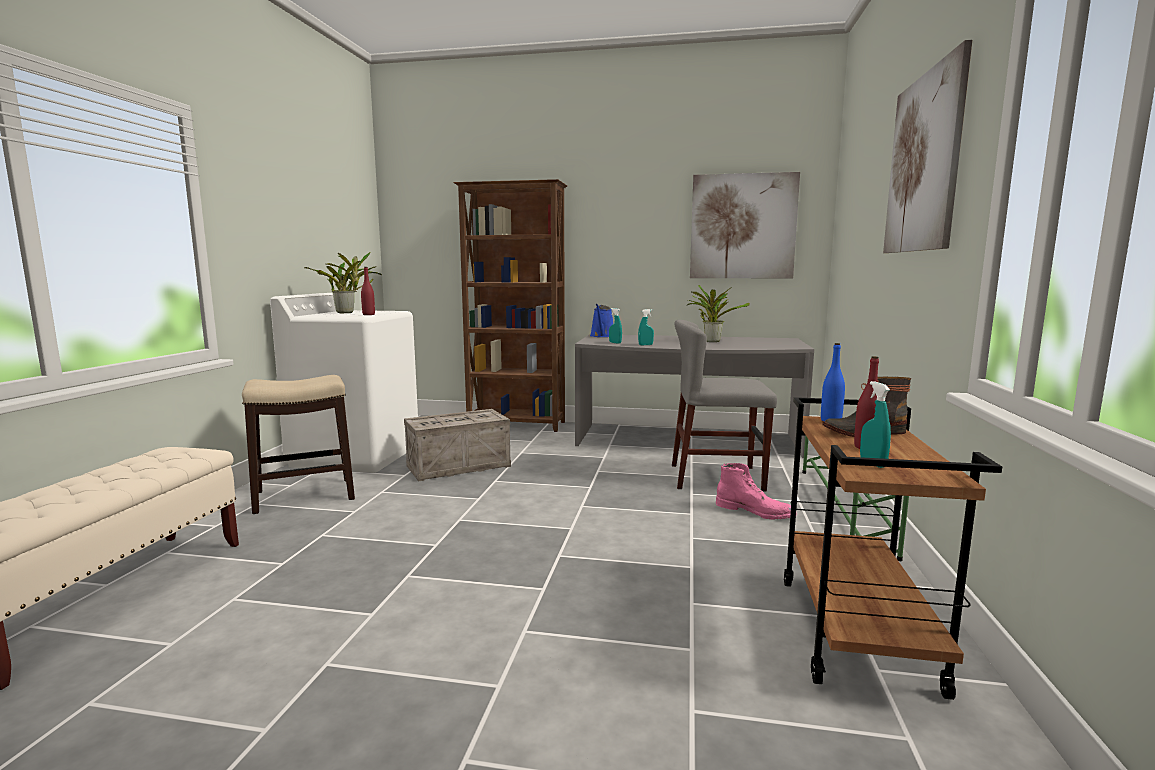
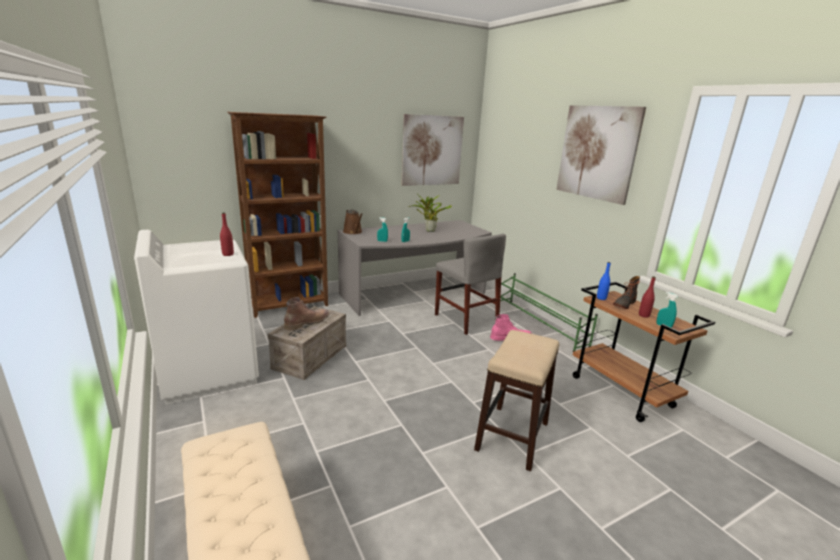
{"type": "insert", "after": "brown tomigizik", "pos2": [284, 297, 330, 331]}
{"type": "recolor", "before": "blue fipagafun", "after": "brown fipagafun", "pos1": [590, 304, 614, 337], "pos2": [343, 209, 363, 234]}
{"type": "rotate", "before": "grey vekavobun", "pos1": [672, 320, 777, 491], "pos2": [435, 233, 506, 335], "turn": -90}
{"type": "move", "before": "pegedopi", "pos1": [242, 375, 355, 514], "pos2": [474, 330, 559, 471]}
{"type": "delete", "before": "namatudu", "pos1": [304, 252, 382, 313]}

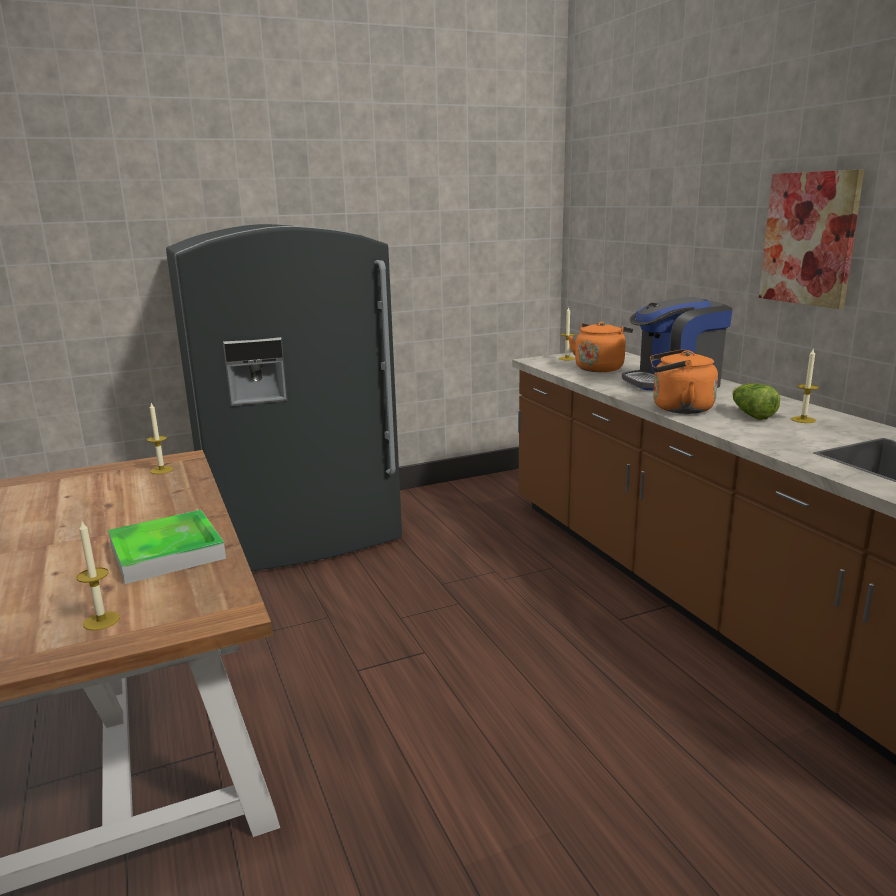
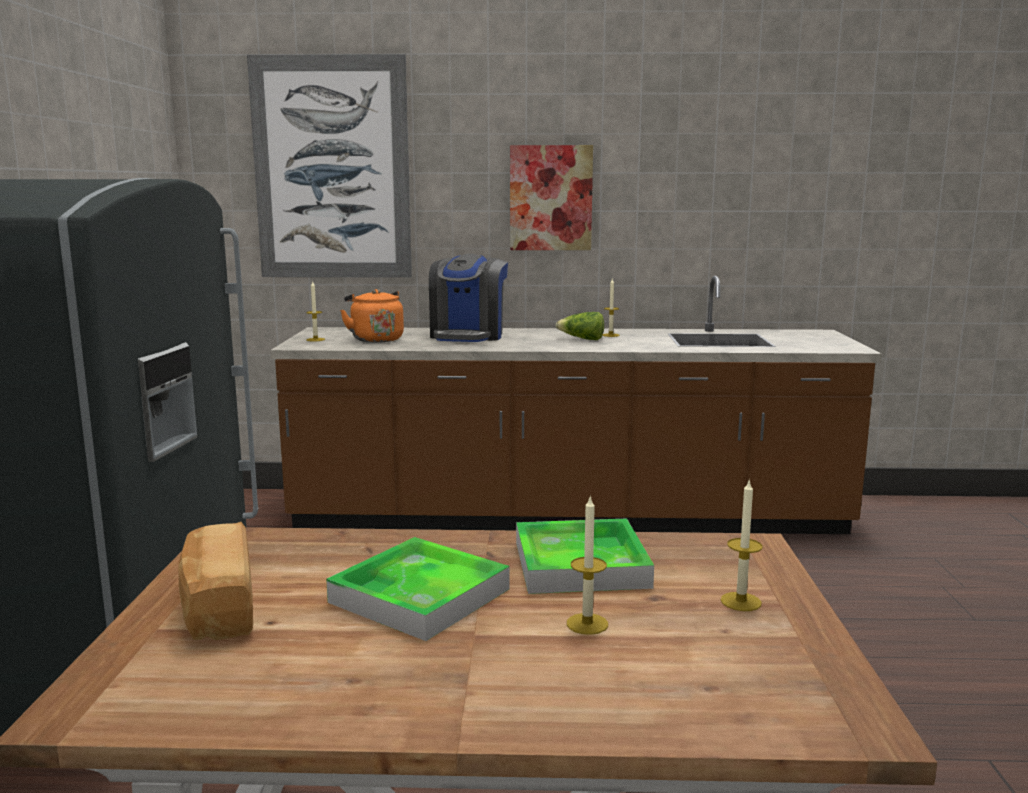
{"type": "insert", "after": "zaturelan", "pos2": [178, 522, 253, 640]}
{"type": "insert", "after": "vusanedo", "pos2": [247, 54, 412, 278]}
{"type": "insert", "after": "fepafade", "pos2": [326, 537, 509, 641]}
{"type": "move", "before": "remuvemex", "pos1": [147, 403, 173, 474], "pos2": [567, 497, 608, 635]}
{"type": "delete", "before": "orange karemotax", "pos1": [650, 349, 718, 414]}

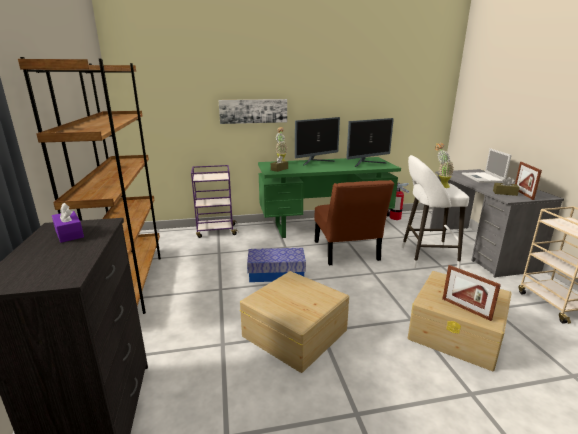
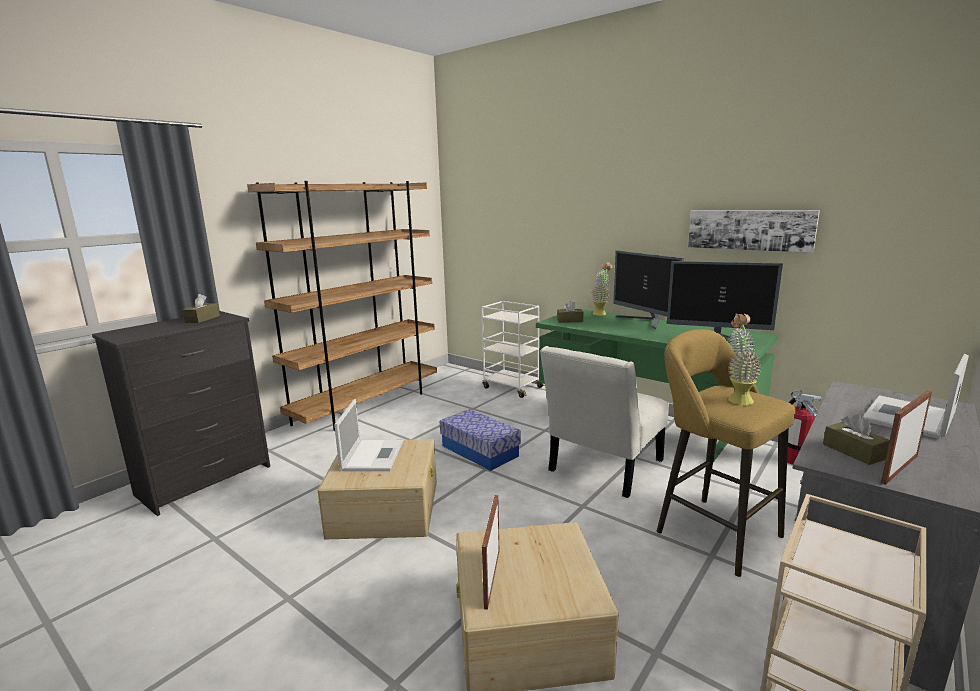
{"type": "recolor", "before": "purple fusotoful", "after": "brown fusotoful", "pos1": [52, 203, 84, 243], "pos2": [183, 294, 220, 323]}
{"type": "insert", "after": "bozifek", "pos2": [334, 399, 403, 471]}
{"type": "recolor", "before": "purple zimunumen", "after": "white zimunumen", "pos1": [191, 165, 238, 238], "pos2": [481, 301, 545, 398]}
{"type": "recolor", "before": "brown vekavobun", "after": "white vekavobun", "pos1": [315, 180, 394, 265], "pos2": [540, 346, 669, 498]}
{"type": "rotate", "before": "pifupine", "pos1": [295, 117, 340, 166], "pos2": [613, 251, 684, 329], "turn": 45}
{"type": "recolor", "before": "white pegedopi", "after": "yellow pegedopi", "pos1": [402, 155, 469, 269], "pos2": [657, 329, 795, 577]}
{"type": "move", "before": "vusanedo", "pos1": [219, 99, 287, 124], "pos2": [688, 210, 820, 253]}

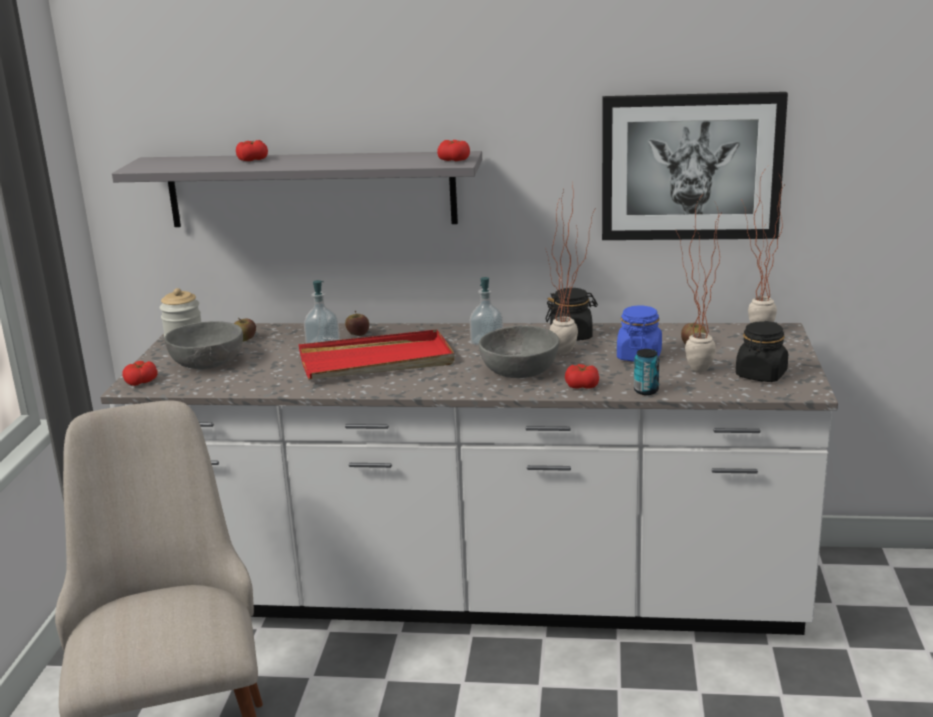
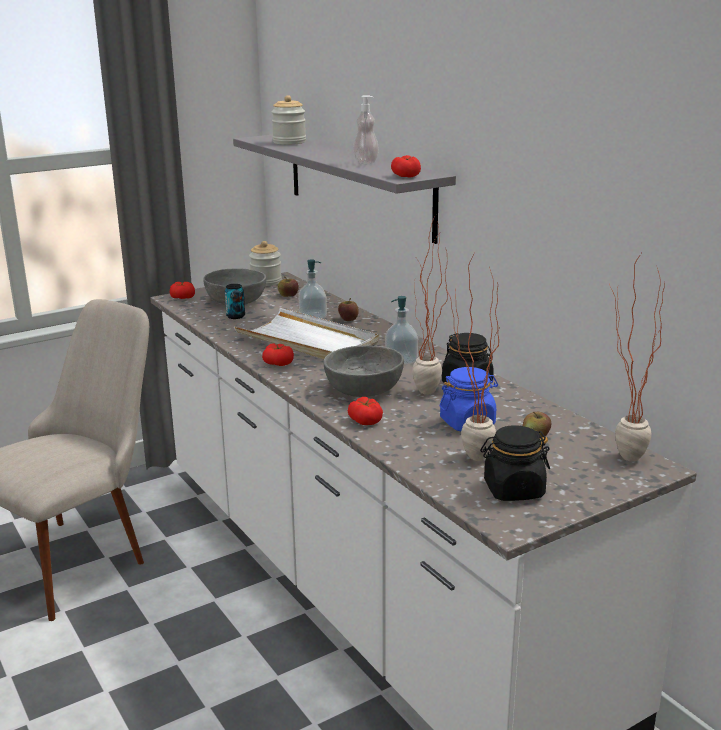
{"type": "move", "before": "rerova", "pos1": [634, 349, 659, 395], "pos2": [225, 284, 245, 319]}
{"type": "recolor", "before": "red fepafade", "after": "white fepafade", "pos1": [299, 329, 455, 379], "pos2": [234, 307, 379, 359]}
{"type": "move", "before": "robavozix", "pos1": [236, 140, 268, 161], "pos2": [262, 343, 294, 366]}
{"type": "insert", "after": "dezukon", "pos2": [271, 95, 306, 145]}
{"type": "insert", "after": "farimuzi", "pos2": [353, 95, 379, 164]}
{"type": "delete", "before": "vusanedo", "pos1": [602, 92, 788, 240]}

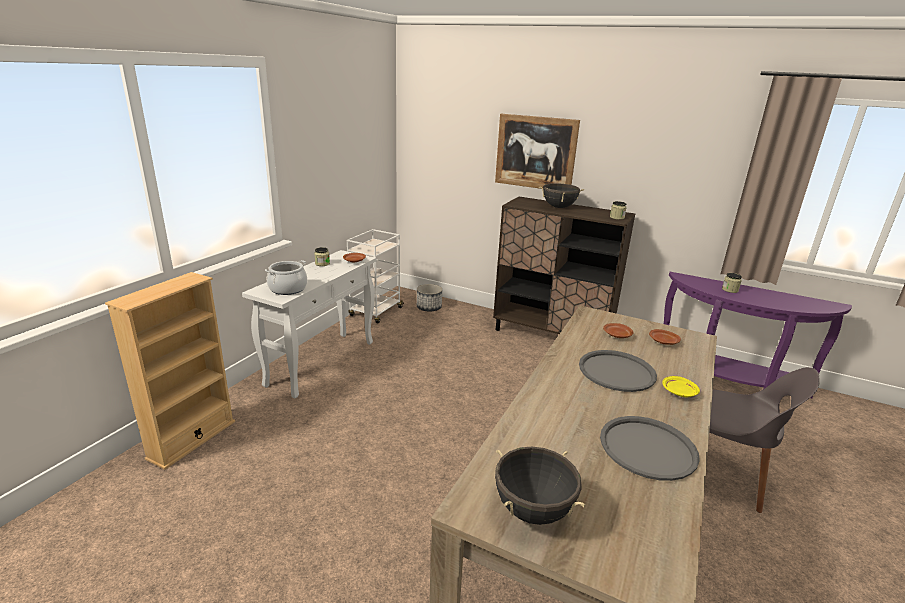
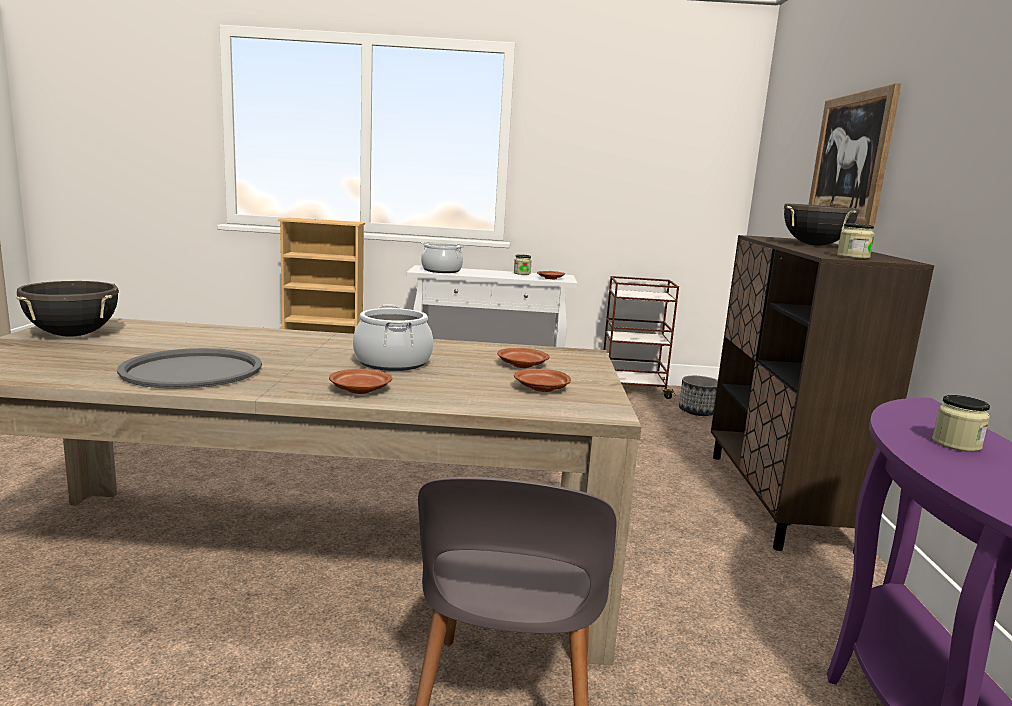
{"type": "recolor", "before": "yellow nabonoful", "after": "brown nabonoful", "pos1": [662, 376, 700, 397], "pos2": [329, 369, 392, 394]}
{"type": "replace", "before": "grey fepafade", "after": "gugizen", "pos1": [579, 350, 657, 392], "pos2": [353, 305, 433, 371]}
{"type": "recolor", "before": "white zimunumen", "after": "brown zimunumen", "pos1": [347, 229, 404, 324], "pos2": [603, 276, 679, 399]}

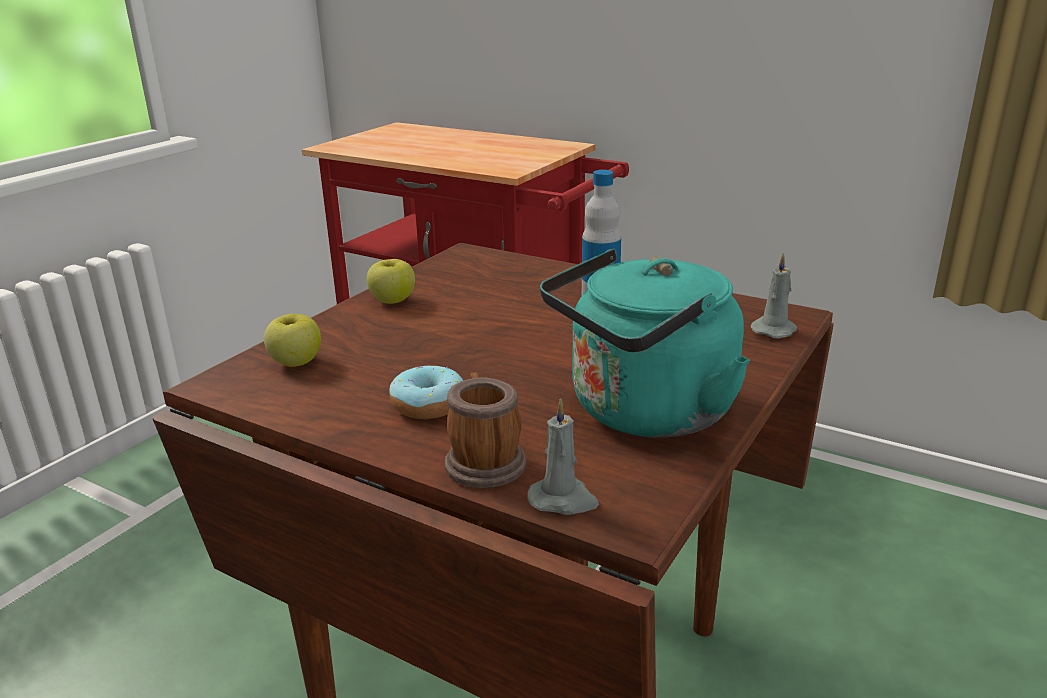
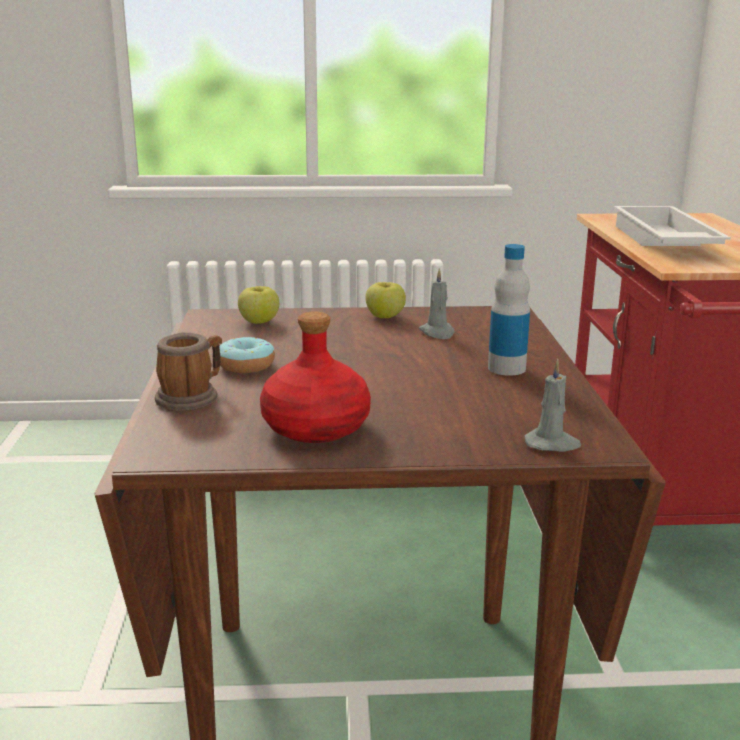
{"type": "replace", "before": "turquoise karemotax", "after": "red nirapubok", "pos1": [540, 249, 750, 438], "pos2": [260, 311, 371, 443]}
{"type": "move", "before": "grey remuvemex", "pos1": [527, 398, 599, 515], "pos2": [419, 268, 455, 339]}
{"type": "insert", "after": "white fepafade", "pos2": [614, 206, 731, 246]}

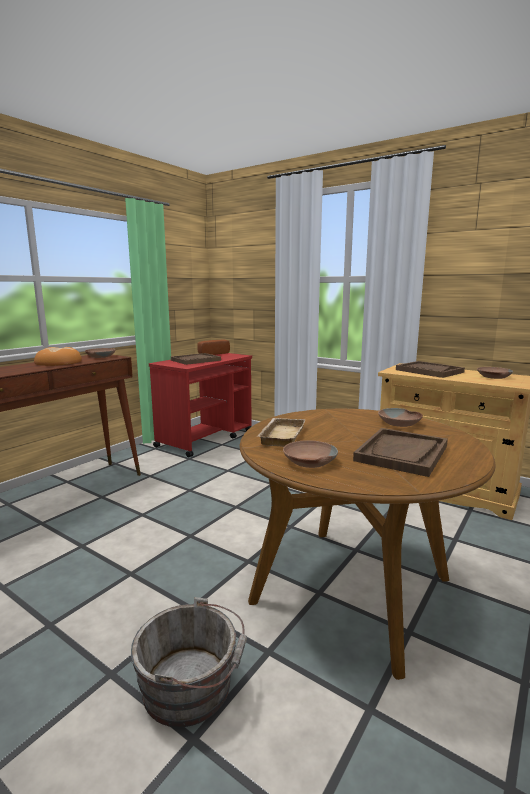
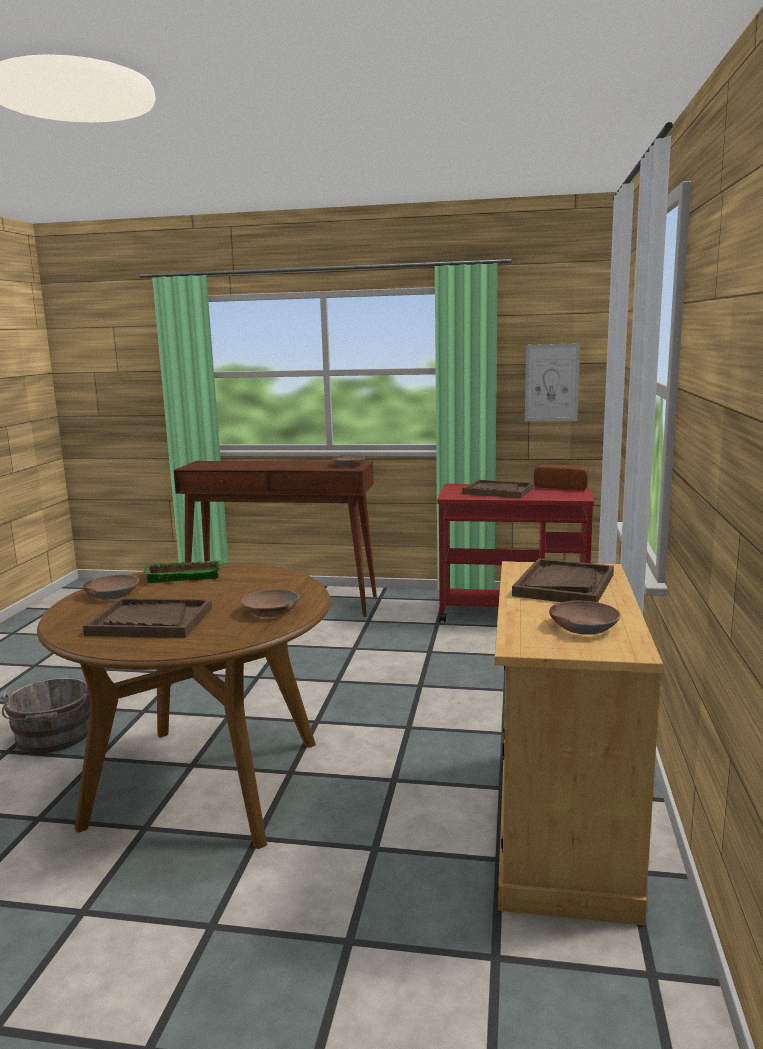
{"type": "recolor", "before": "beige fepafade", "after": "green fepafade", "pos1": [257, 418, 306, 447], "pos2": [143, 560, 220, 583]}
{"type": "insert", "after": "vusanedo", "pos2": [525, 343, 580, 421]}
{"type": "delete", "before": "zaturelan", "pos1": [34, 347, 82, 366]}

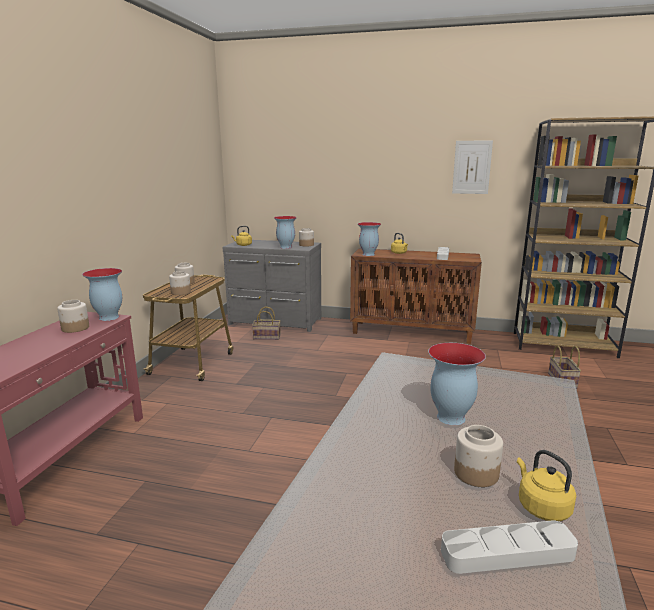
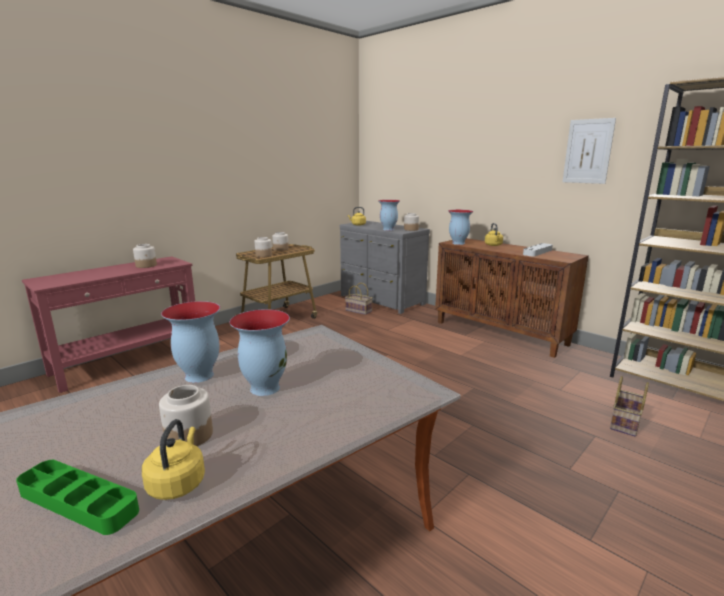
{"type": "recolor", "before": "grey fepafade", "after": "green fepafade", "pos1": [441, 520, 578, 574], "pos2": [16, 460, 139, 535]}
{"type": "move", "before": "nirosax", "pos1": [82, 268, 122, 321], "pos2": [161, 301, 220, 383]}

